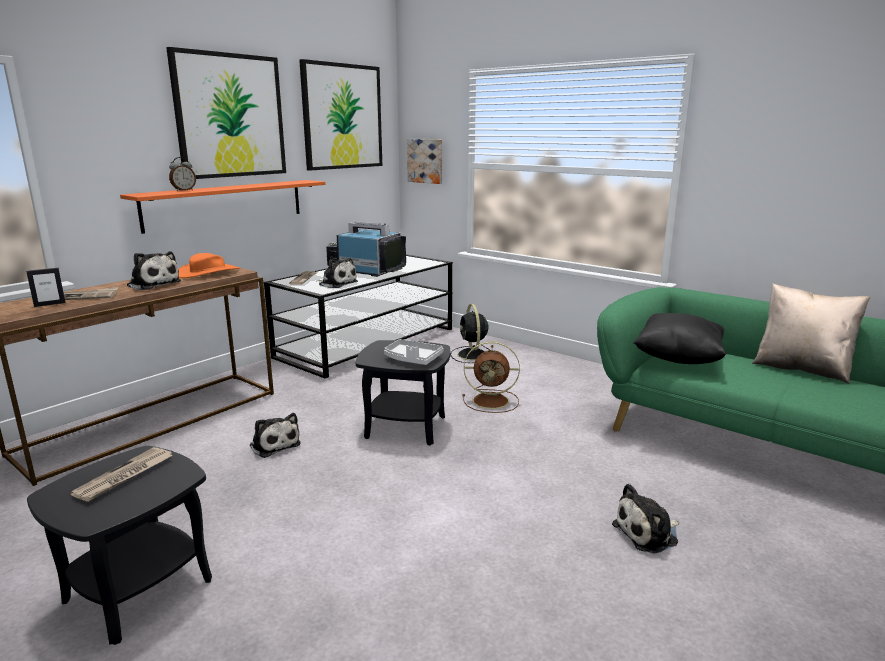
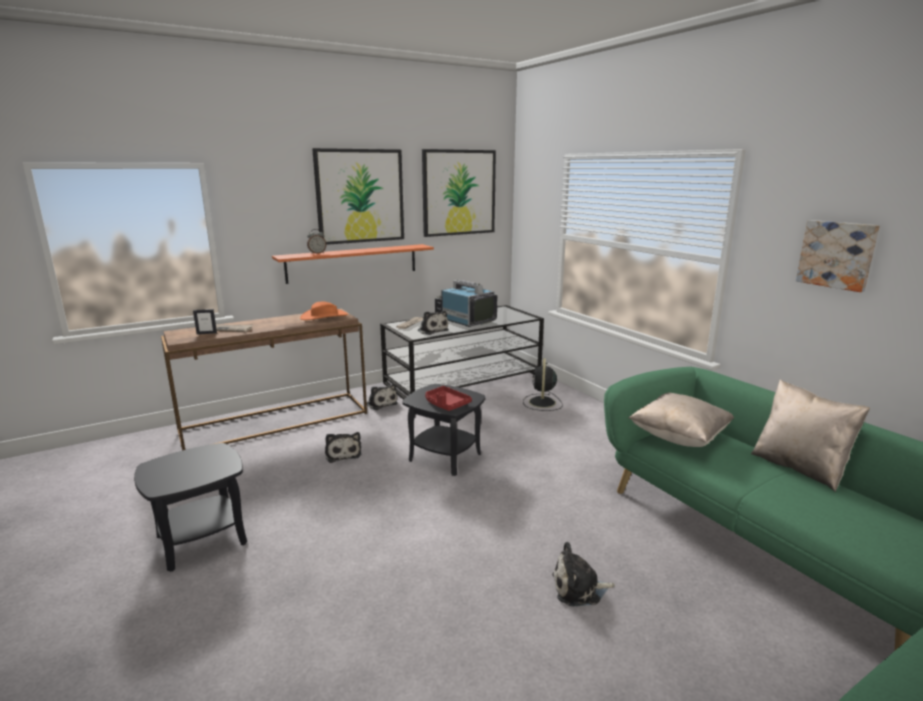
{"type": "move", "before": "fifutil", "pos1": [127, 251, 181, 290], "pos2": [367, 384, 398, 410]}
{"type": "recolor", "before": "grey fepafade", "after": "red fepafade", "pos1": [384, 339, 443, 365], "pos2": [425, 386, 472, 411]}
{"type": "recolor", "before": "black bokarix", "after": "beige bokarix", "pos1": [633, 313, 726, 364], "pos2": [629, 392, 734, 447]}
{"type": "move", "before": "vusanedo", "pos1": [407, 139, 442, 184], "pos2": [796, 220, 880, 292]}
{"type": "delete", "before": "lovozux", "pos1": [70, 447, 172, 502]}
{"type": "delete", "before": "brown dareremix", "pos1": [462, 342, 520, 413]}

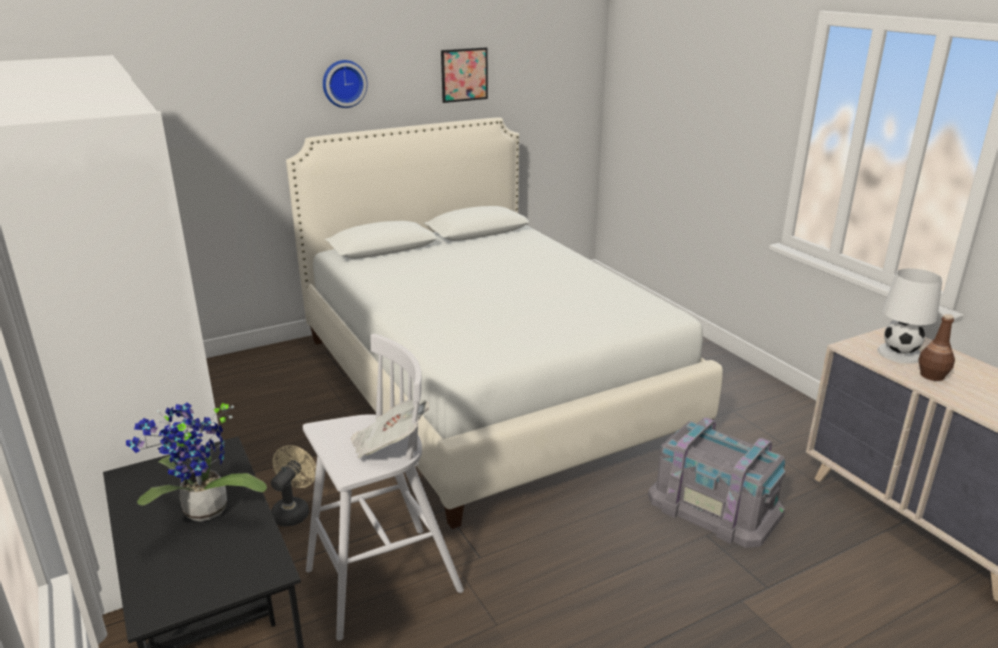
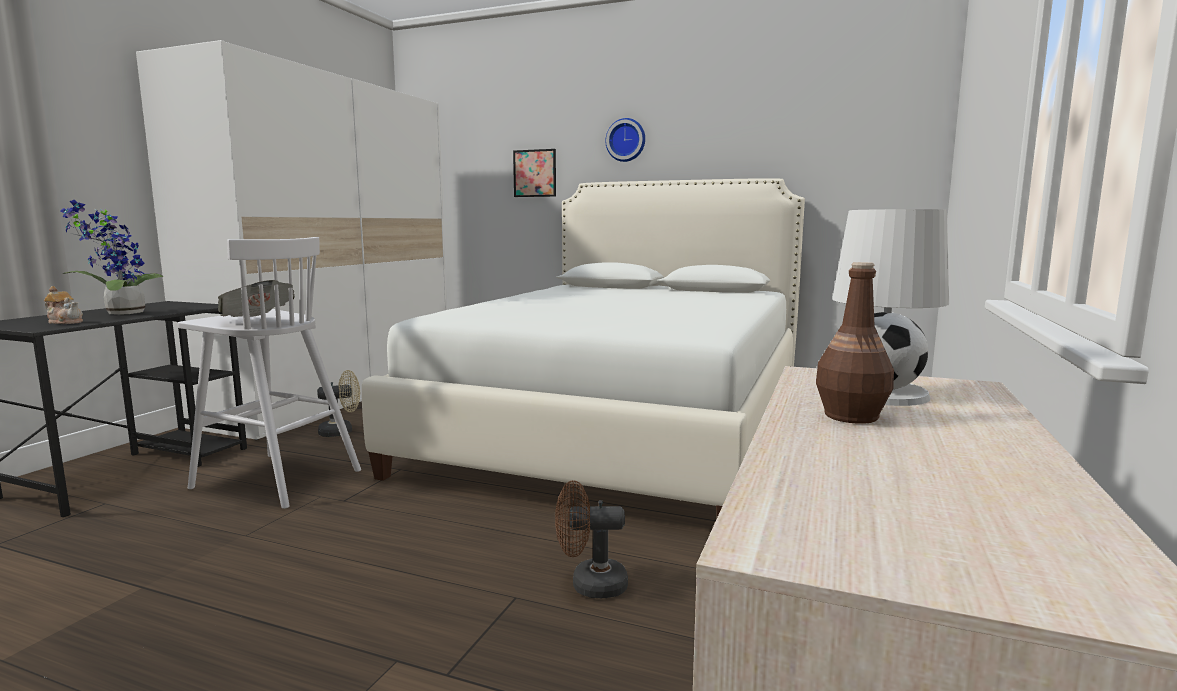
{"type": "insert", "after": "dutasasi", "pos2": [44, 286, 83, 324]}
{"type": "move", "before": "vusanedo", "pos1": [441, 47, 488, 103], "pos2": [513, 149, 556, 197]}
{"type": "replace", "before": "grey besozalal", "after": "brown dareremix", "pos1": [648, 418, 786, 548], "pos2": [555, 480, 628, 598]}

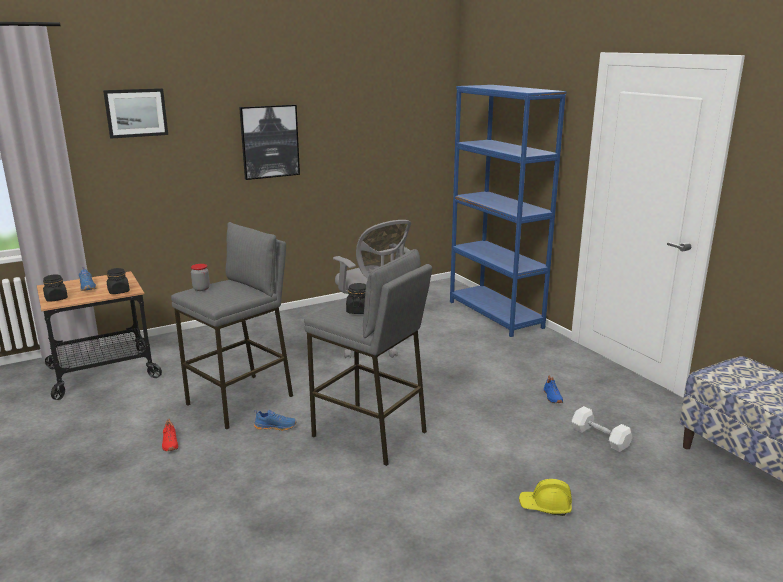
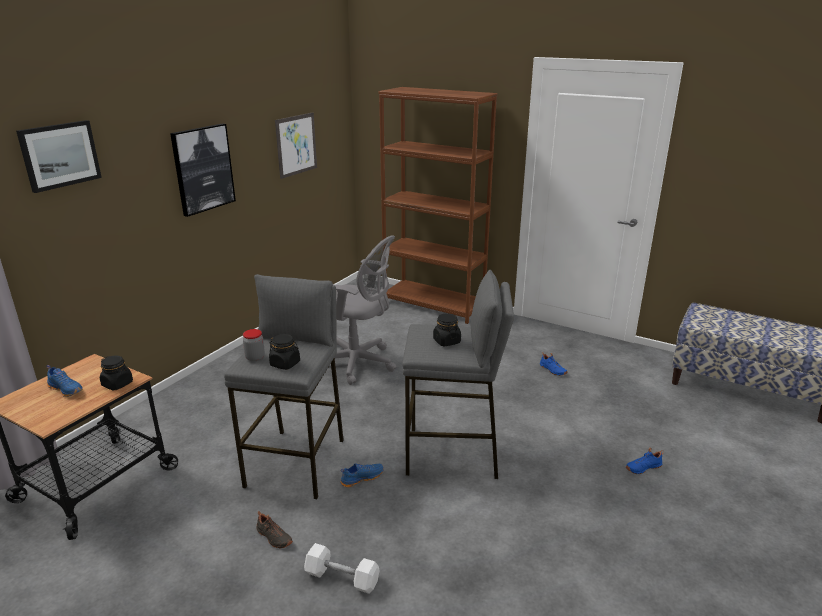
{"type": "recolor", "before": "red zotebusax", "after": "black zotebusax", "pos1": [162, 418, 178, 451], "pos2": [256, 511, 293, 549]}
{"type": "move", "before": "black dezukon", "pos1": [43, 274, 68, 302], "pos2": [269, 334, 300, 370]}
{"type": "insert", "after": "vusanedo", "pos2": [275, 113, 317, 179]}
{"type": "move", "before": "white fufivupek", "pos1": [572, 406, 632, 452], "pos2": [304, 543, 380, 594]}
{"type": "recolor", "before": "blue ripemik", "after": "brown ripemik", "pos1": [450, 85, 567, 337], "pos2": [378, 87, 498, 324]}
{"type": "replace", "before": "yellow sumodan", "after": "blue zotebusax", "pos1": [519, 479, 572, 516], "pos2": [626, 448, 664, 474]}

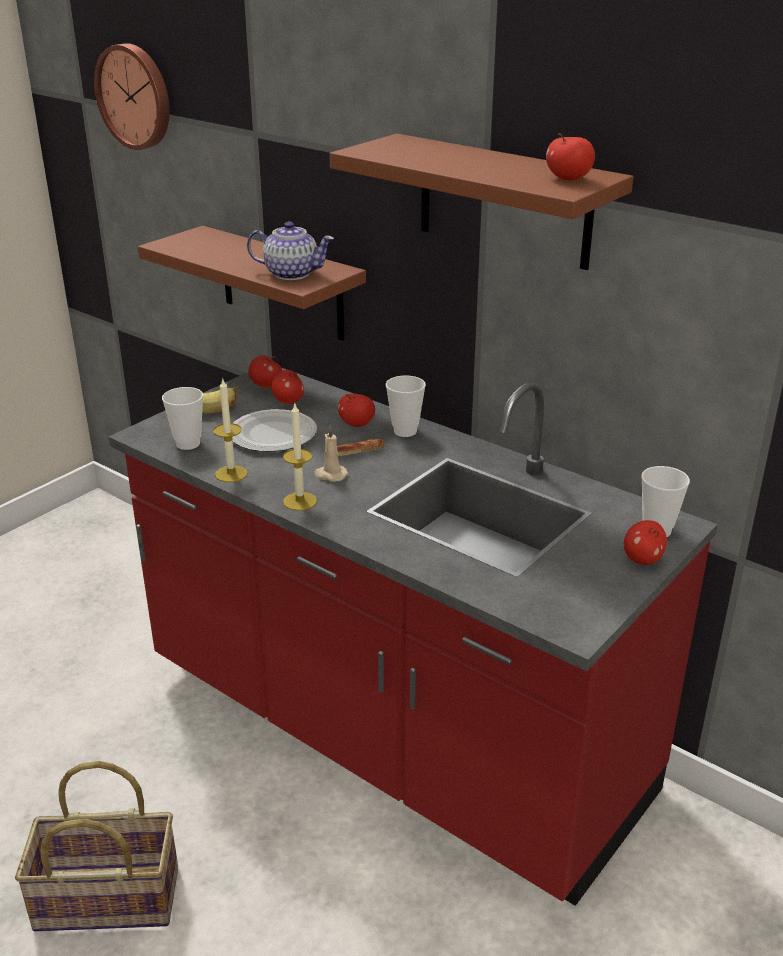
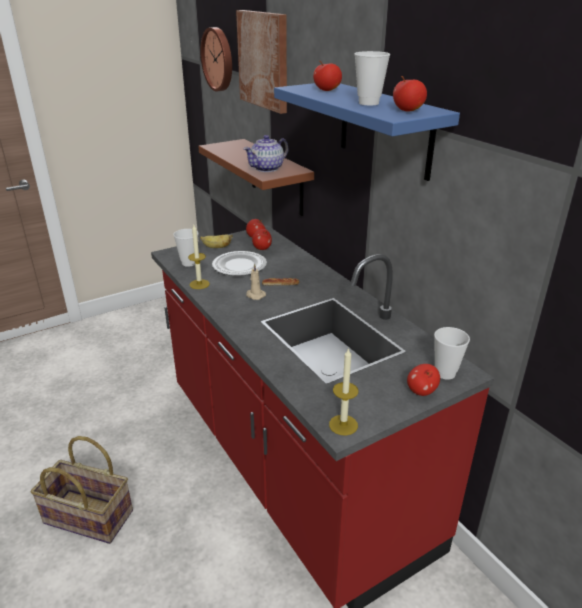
{"type": "insert", "after": "vusanedo", "pos2": [236, 10, 287, 114]}
{"type": "rotate", "before": "dutasasi", "pos1": [247, 221, 334, 280], "pos2": [243, 135, 289, 172], "turn": 105}
{"type": "recolor", "before": "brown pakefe", "after": "blue pakefe", "pos1": [329, 134, 634, 270], "pos2": [274, 83, 460, 181]}
{"type": "move", "before": "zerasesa", "pos1": [338, 394, 375, 427], "pos2": [313, 61, 342, 91]}
{"type": "move", "before": "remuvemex", "pos1": [283, 404, 317, 511], "pos2": [329, 348, 359, 435]}
{"type": "move", "before": "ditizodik", "pos1": [386, 375, 426, 437], "pos2": [355, 51, 390, 105]}

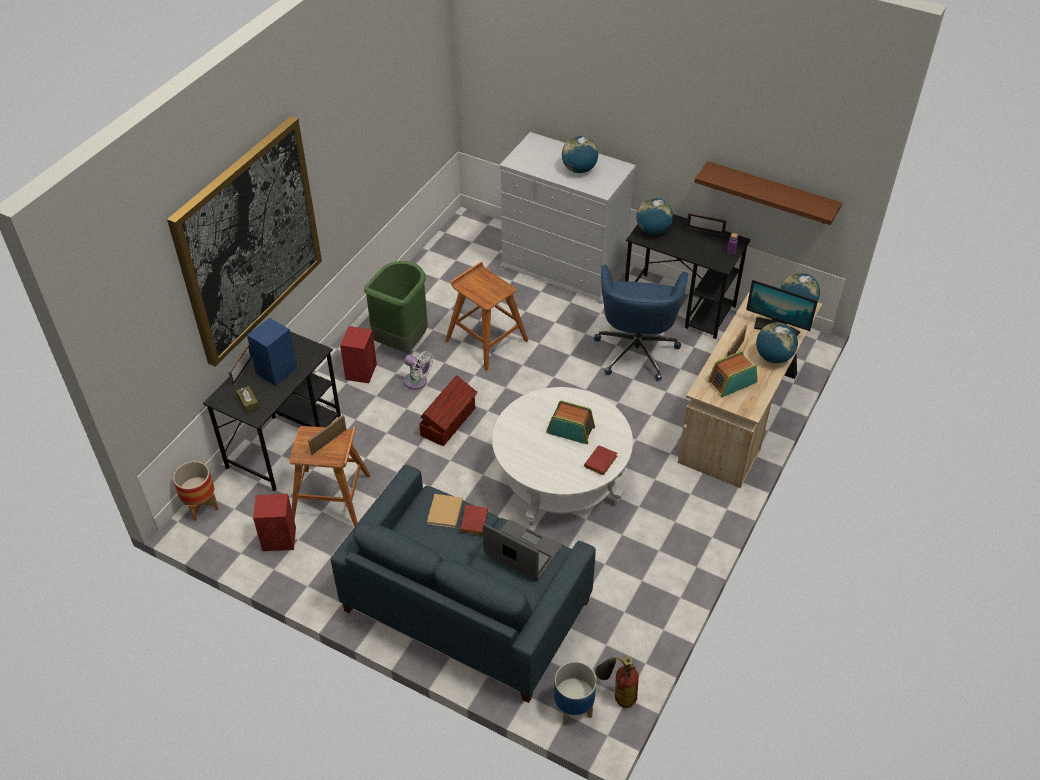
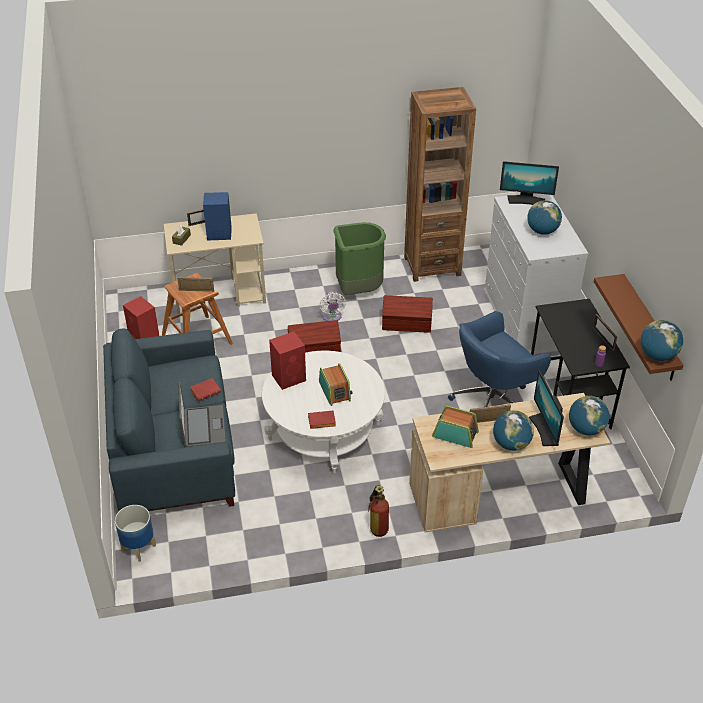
{"type": "recolor", "before": "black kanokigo", "after": "beige kanokigo", "pos1": [203, 331, 341, 491], "pos2": [164, 213, 266, 314]}
{"type": "move", "before": "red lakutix", "pos1": [340, 326, 377, 383], "pos2": [269, 331, 306, 390]}
{"type": "move", "before": "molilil", "pos1": [595, 656, 639, 708], "pos2": [368, 485, 389, 537]}
{"type": "replace", "before": "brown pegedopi", "after": "brown besozalal", "pos1": [445, 262, 528, 371], "pos2": [382, 295, 433, 333]}
{"type": "insert", "after": "brown ripemik", "pos2": [404, 87, 476, 282]}
{"type": "insert", "after": "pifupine", "pos2": [500, 161, 559, 205]}
{"type": "move", "before": "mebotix", "pos1": [636, 198, 673, 235], "pos2": [641, 320, 683, 361]}
{"type": "delete", "before": "vusanedo", "pos1": [167, 116, 322, 367]}
{"type": "delete", "before": "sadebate", "pos1": [173, 461, 219, 521]}
{"type": "delete", "before": "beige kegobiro", "pos1": [427, 494, 463, 528]}

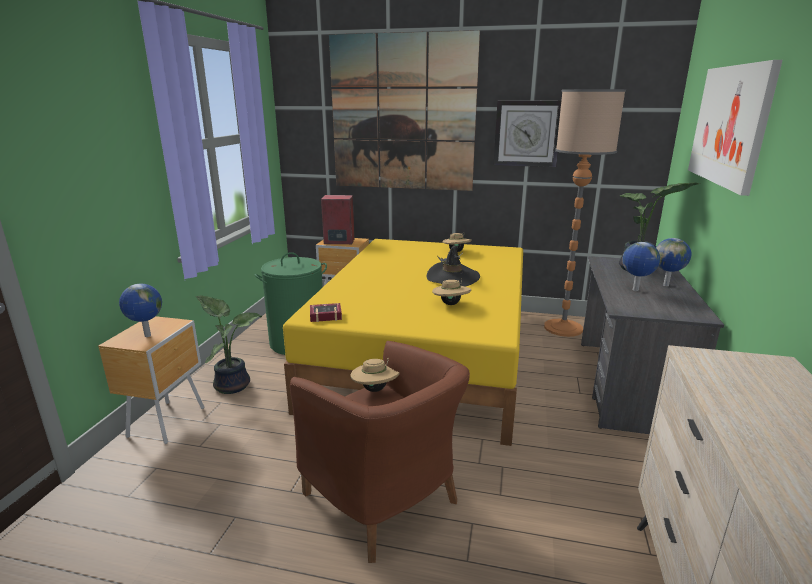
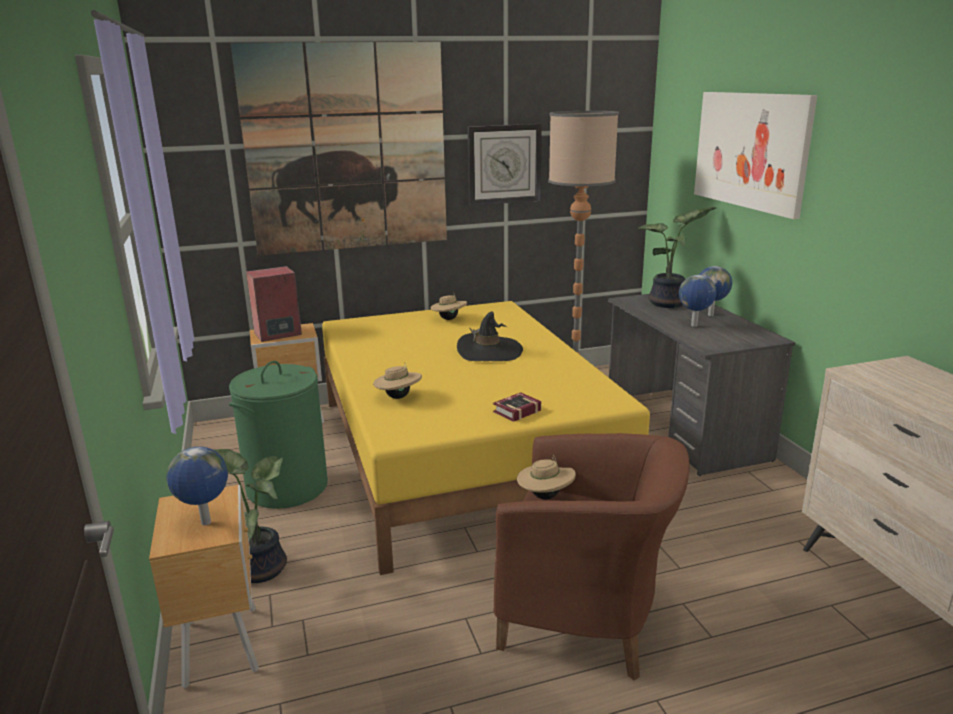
{"type": "move", "before": "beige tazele", "pos1": [432, 278, 471, 305], "pos2": [373, 363, 422, 399]}
{"type": "move", "before": "kegobiro", "pos1": [310, 303, 342, 322], "pos2": [493, 392, 541, 422]}

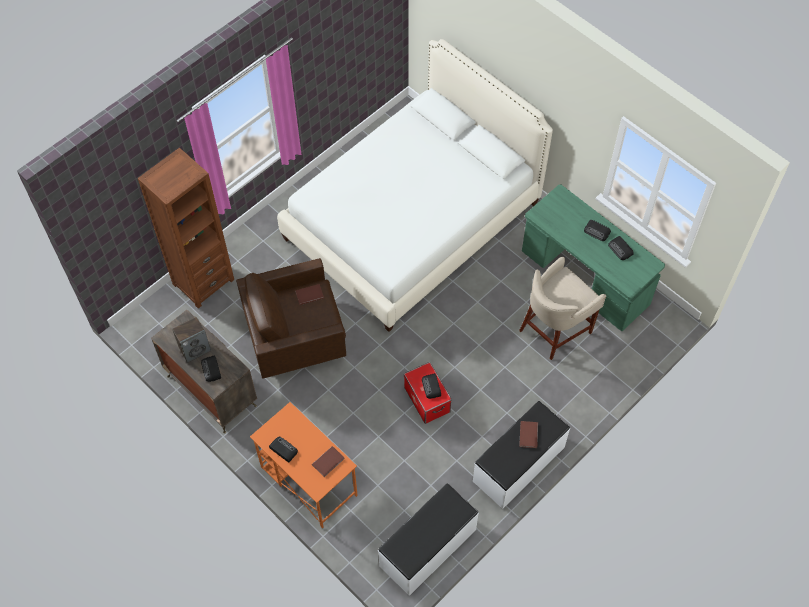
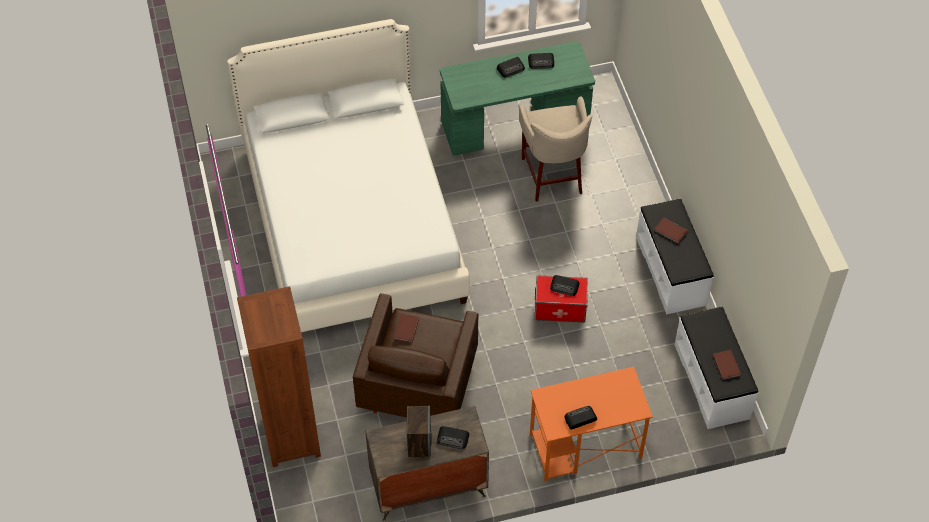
{"type": "move", "before": "brown kegobiro", "pos1": [312, 446, 344, 477], "pos2": [713, 350, 741, 380]}

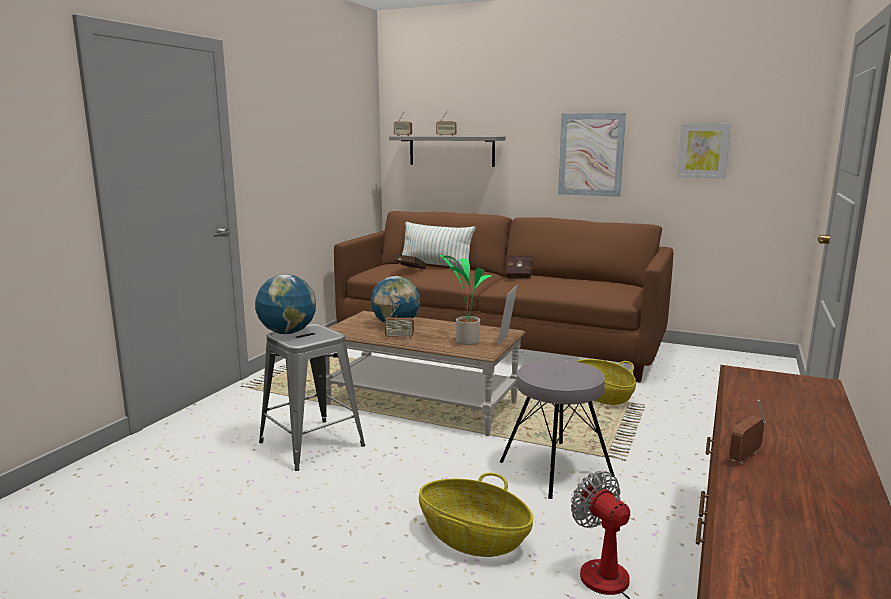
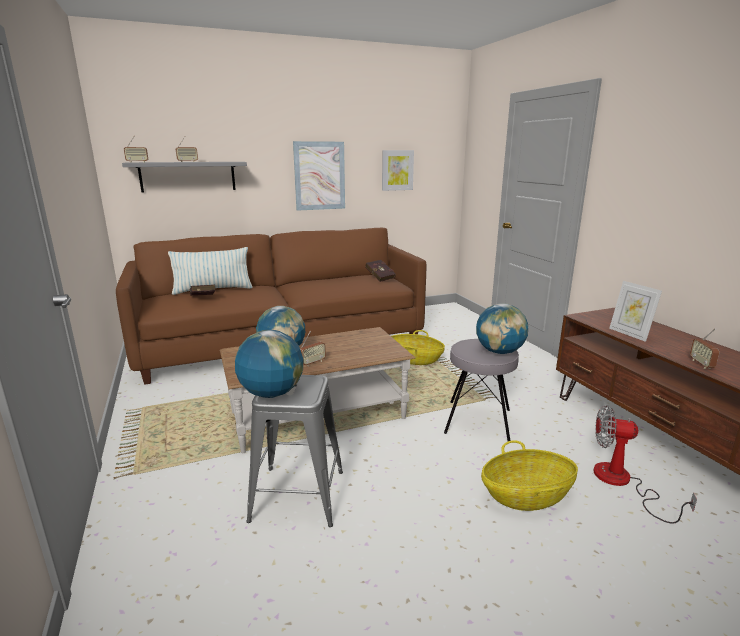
{"type": "move", "before": "red kegobiro", "pos1": [507, 255, 532, 279], "pos2": [365, 260, 396, 282]}
{"type": "insert", "after": "mebotix", "pos2": [476, 303, 528, 354]}
{"type": "move", "before": "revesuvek", "pos1": [497, 285, 517, 347], "pos2": [609, 281, 662, 342]}
{"type": "delete", "before": "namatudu", "pos1": [440, 255, 491, 345]}

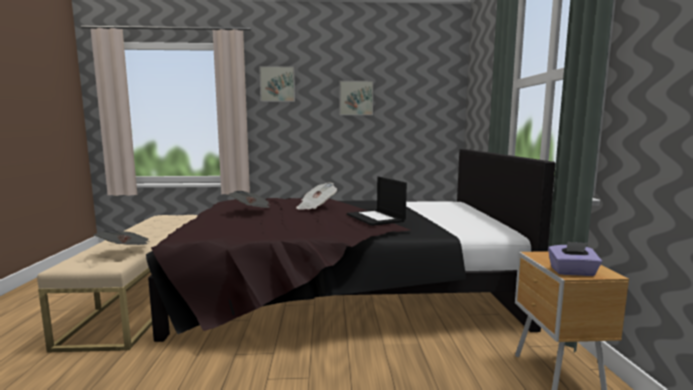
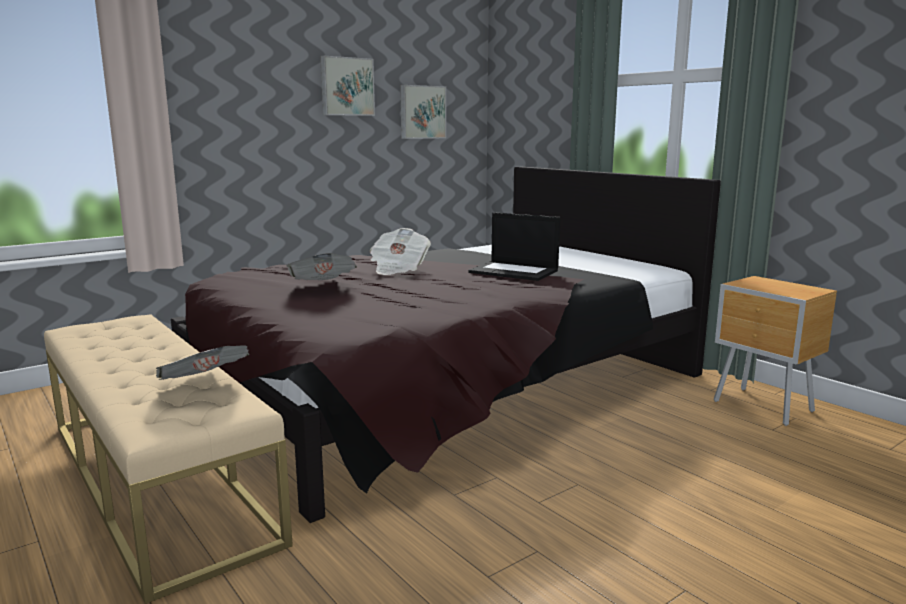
{"type": "move", "before": "vusanedo", "pos1": [259, 66, 295, 102], "pos2": [400, 85, 446, 139]}
{"type": "delete", "before": "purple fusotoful", "pos1": [548, 241, 602, 276]}

